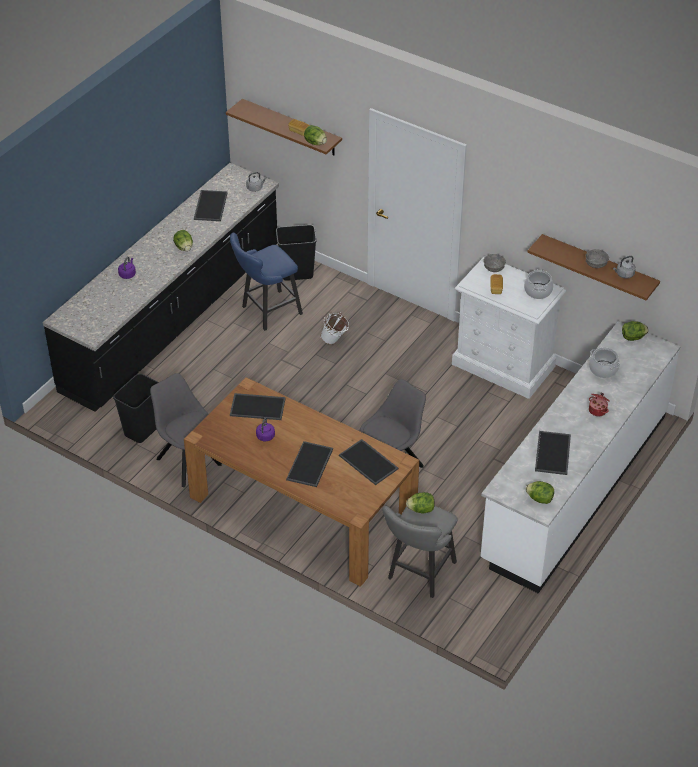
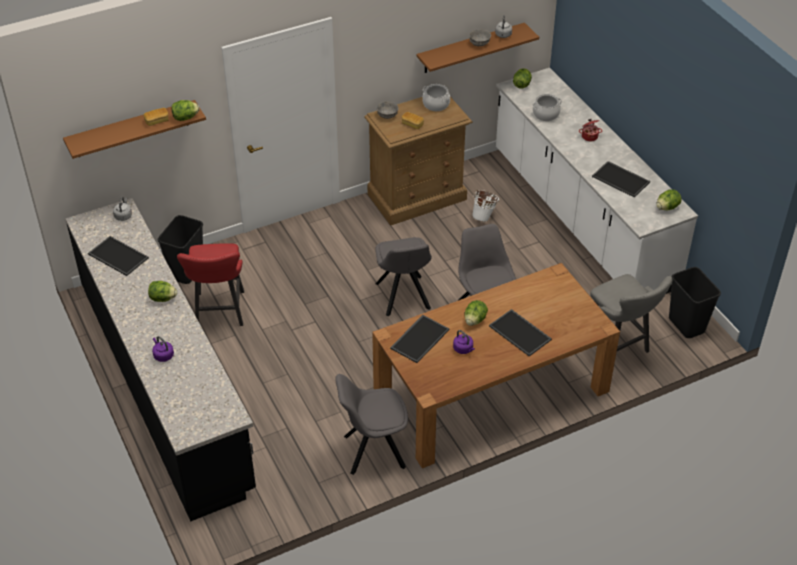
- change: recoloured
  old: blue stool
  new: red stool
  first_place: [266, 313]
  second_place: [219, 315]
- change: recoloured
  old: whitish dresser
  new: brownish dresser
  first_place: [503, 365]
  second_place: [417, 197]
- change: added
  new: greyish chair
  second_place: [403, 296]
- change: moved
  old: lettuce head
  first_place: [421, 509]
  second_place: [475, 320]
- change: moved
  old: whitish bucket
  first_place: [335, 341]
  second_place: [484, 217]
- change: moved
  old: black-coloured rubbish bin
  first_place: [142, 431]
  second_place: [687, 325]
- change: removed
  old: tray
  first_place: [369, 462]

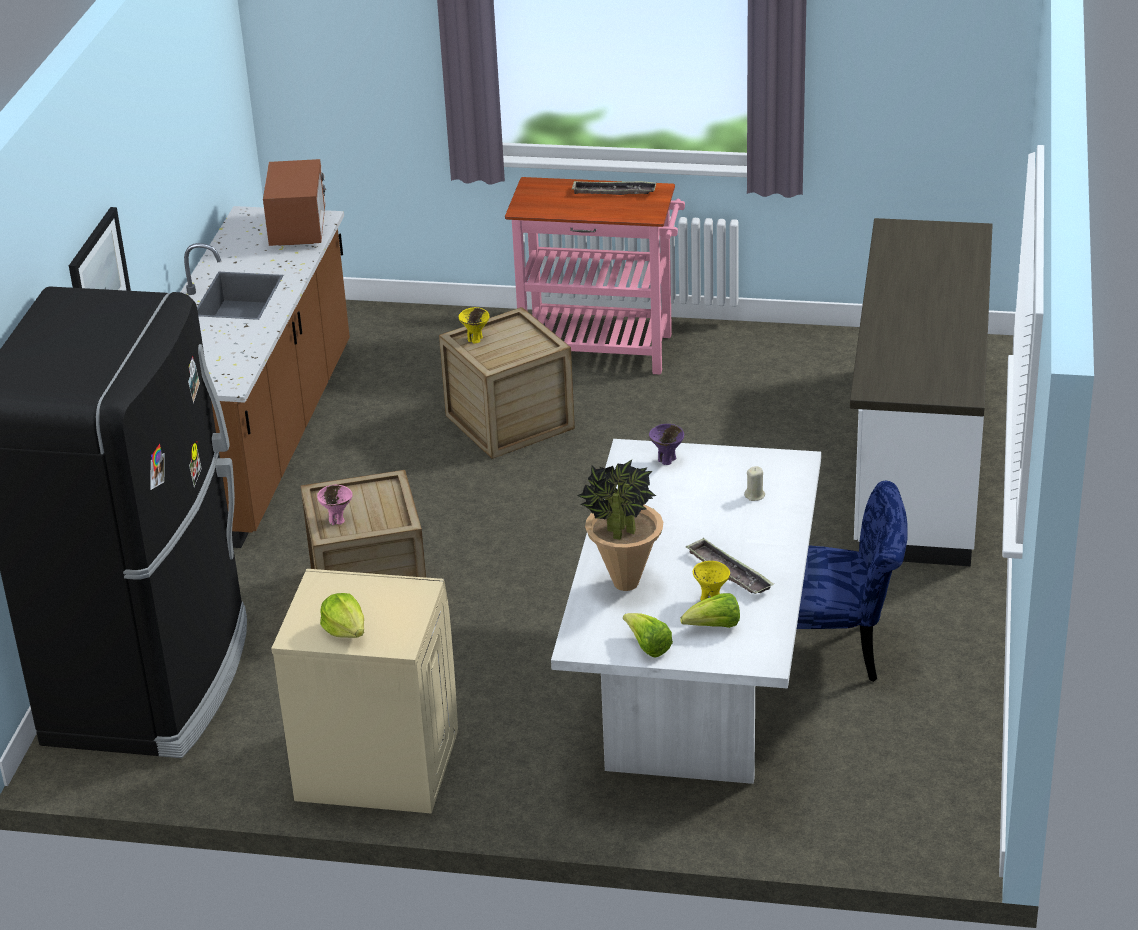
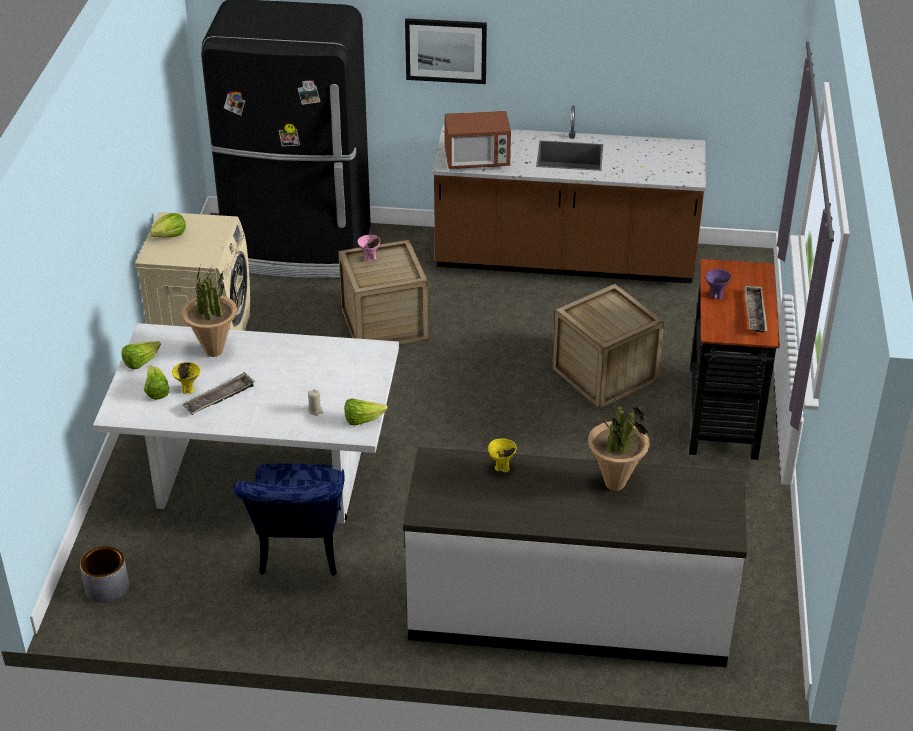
- change: added
  new: greyish plant pot
  second_place: [107, 588]
- change: added
  new: lettuce head
  second_place: [362, 420]
- change: moved
  old: microwave oven
  first_place: [298, 230]
  second_place: [477, 160]
- change: moved
  old: yellow-coloured deep dish
  first_place: [475, 339]
  second_place: [501, 468]
- change: added
  new: houseplant
  second_place: [615, 484]
- change: recoloured
  old: pink-coloured trolley
  new: black-coloured trolley
  first_place: [600, 350]
  second_place: [722, 419]
- change: moved
  old: purple-coloured deep dish
  first_place: [667, 460]
  second_place: [716, 295]

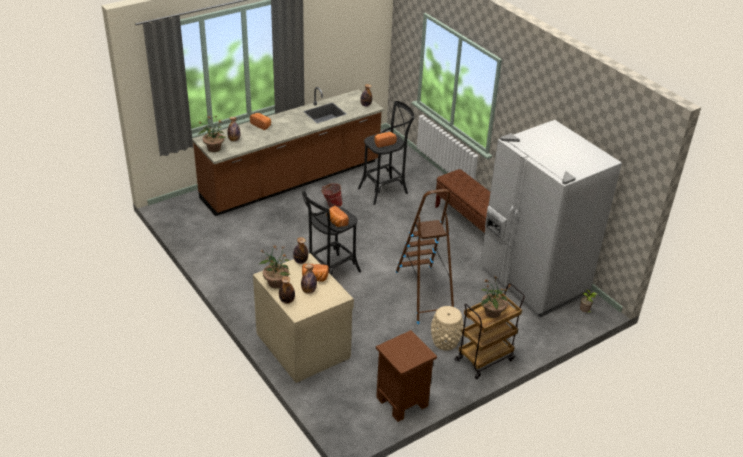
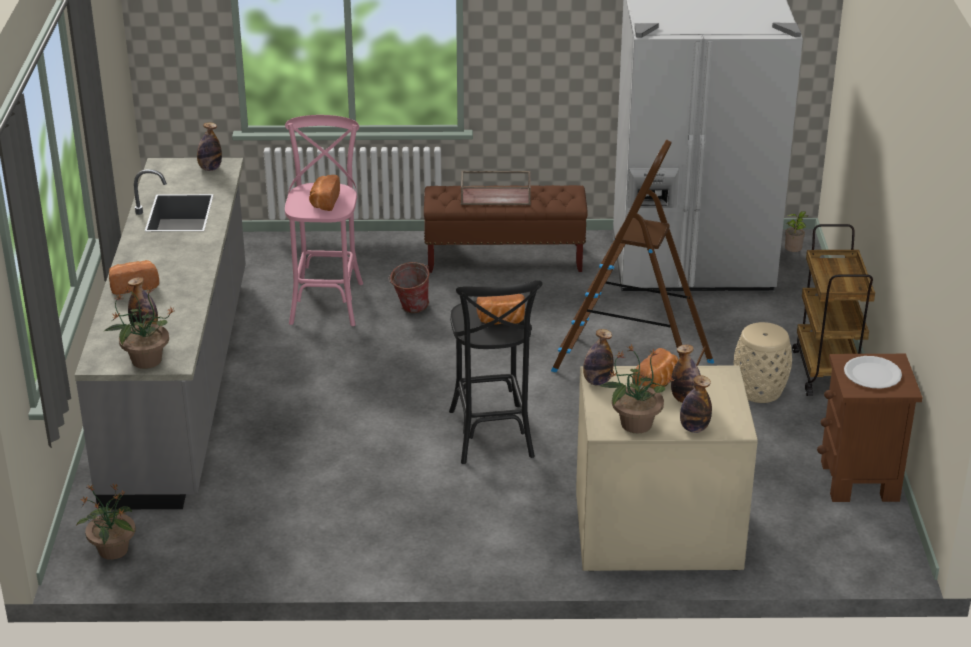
- change: recoloured
  old: brownish kitchen counter
  new: greyish kitchen counter
  first_place: [292, 181]
  second_place: [182, 383]
- change: moved
  old: houseplant
  first_place: [492, 313]
  second_place: [113, 551]
- change: recoloured
  old: black-coloured stool
  new: pink-coloured stool
  first_place: [385, 190]
  second_place: [328, 300]
- change: moved
  old: bucket
  first_place: [331, 205]
  second_place: [410, 309]
- change: added
  new: brownish tray
  second_place: [496, 196]
- change: added
  new: whitish flat dish
  second_place: [872, 374]

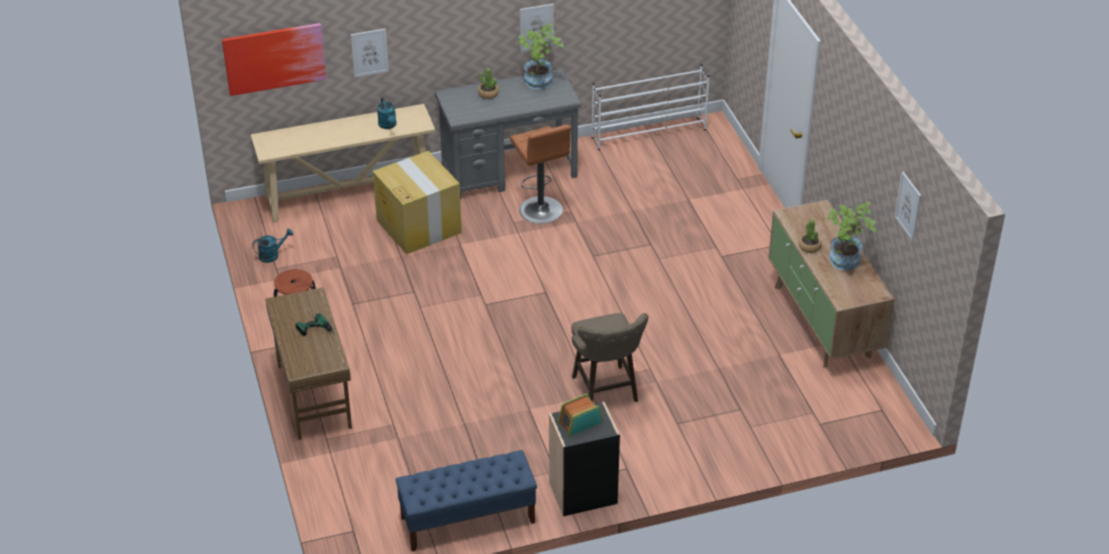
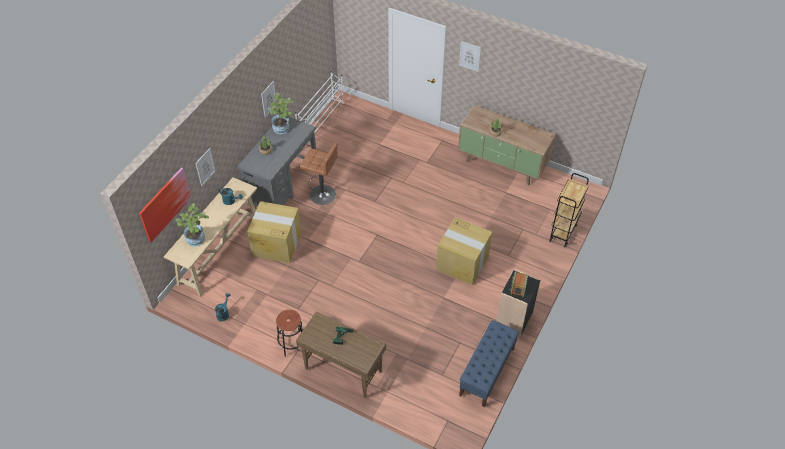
- change: moved
  old: houseplant
  first_place: [845, 264]
  second_place: [197, 241]
- change: replaced
  old: beige-coloured stool
  new: cardboard box
  first_place: [606, 391]
  second_place: [463, 263]
- change: moved
  old: wall picture
  first_place: [908, 206]
  second_place: [470, 56]
- change: added
  new: brownish trolley
  second_place: [563, 233]

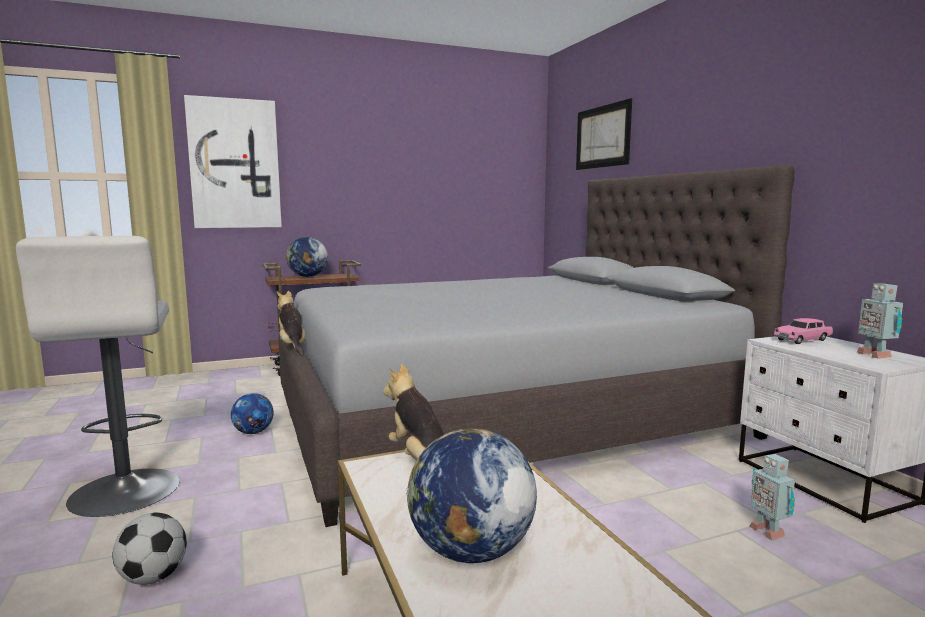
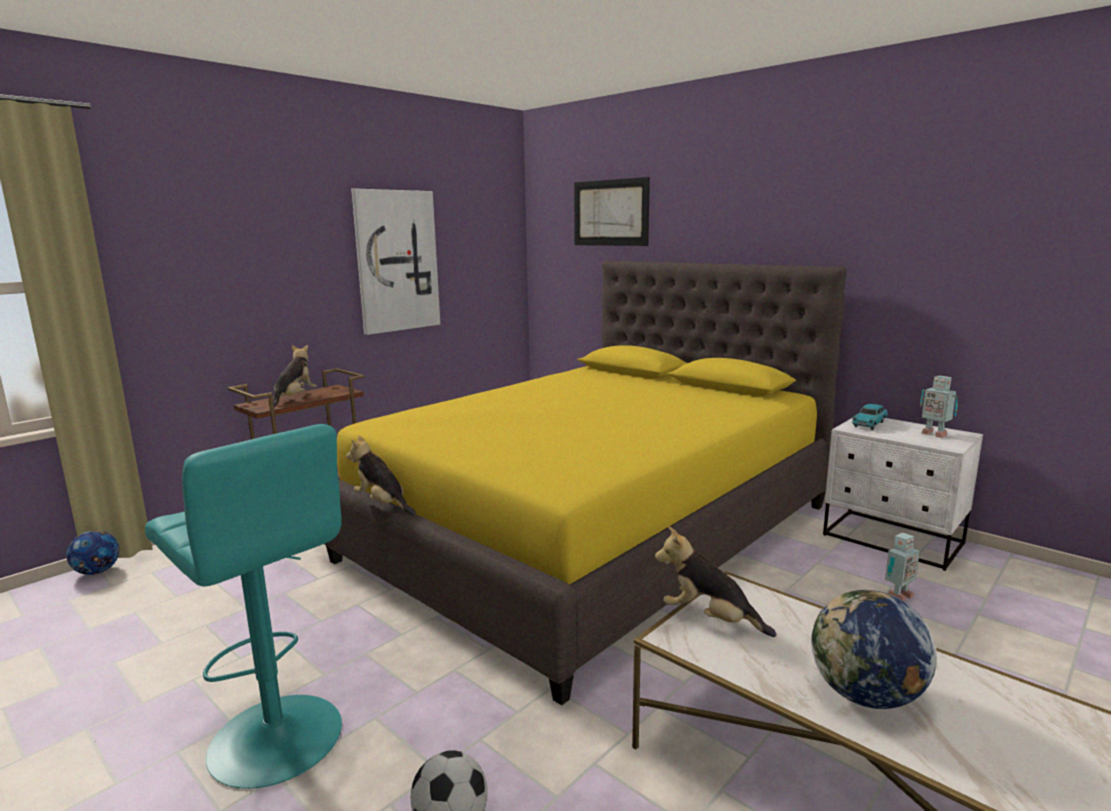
- change: moved
  old: ball for football
  first_place: [253, 432]
  second_place: [97, 572]
- change: recoloured
  old: whitish stool
  new: turquoise stool
  first_place: [123, 492]
  second_place: [275, 740]
- change: replaced
  old: desk globe
  new: soft toy
  first_place: [307, 276]
  second_place: [295, 398]
- change: recoloured
  old: greyish bed
  new: yellow-coloured bed
  first_place: [505, 417]
  second_place: [595, 532]
- change: moved
  old: wall picture
  first_place: [235, 164]
  second_place: [396, 261]
- change: recoloured
  old: pink-coloured miniature car
  new: turquoise miniature car
  first_place: [802, 340]
  second_place: [869, 424]
- change: turned
  old: toy robot
  first_place: [768, 531]
  second_place: [897, 596]
  degrees: -75

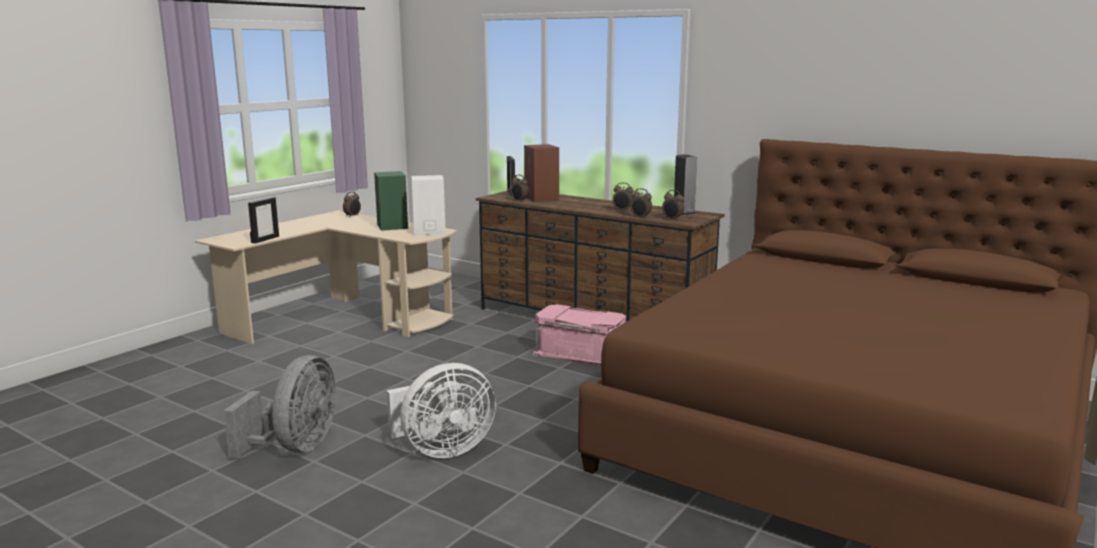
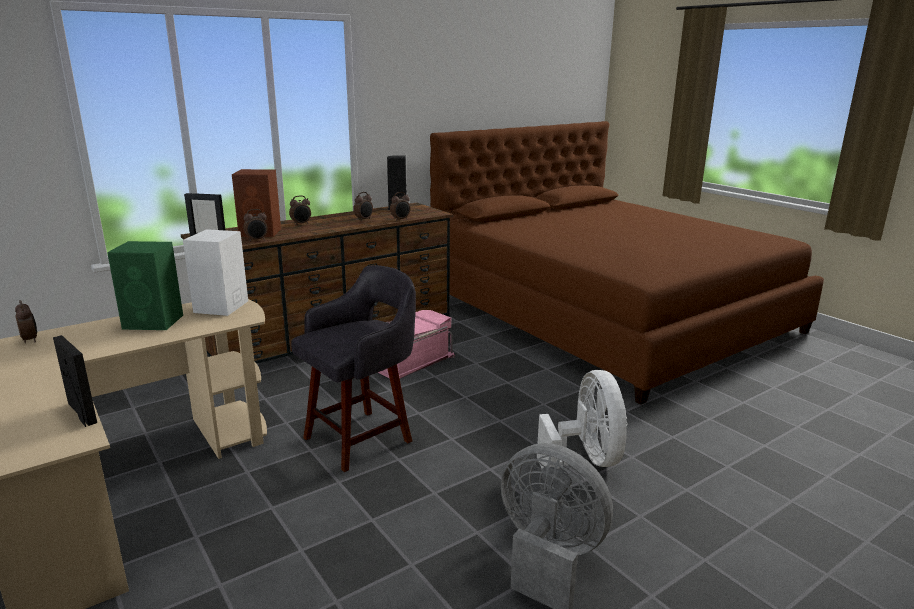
- change: moved
  old: table clock
  first_place: [672, 219]
  second_place: [301, 224]
- change: added
  new: greyish stool
  second_place: [362, 438]

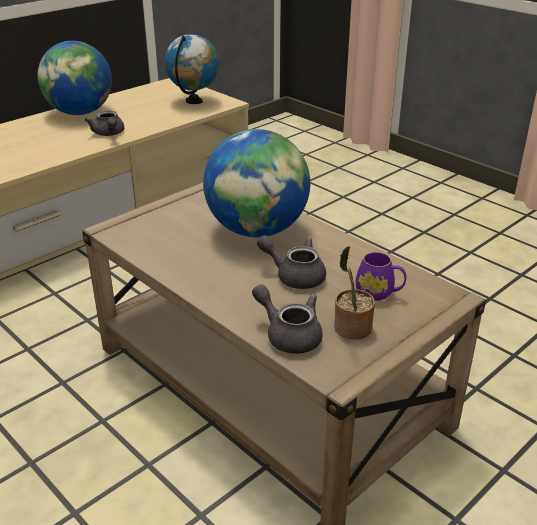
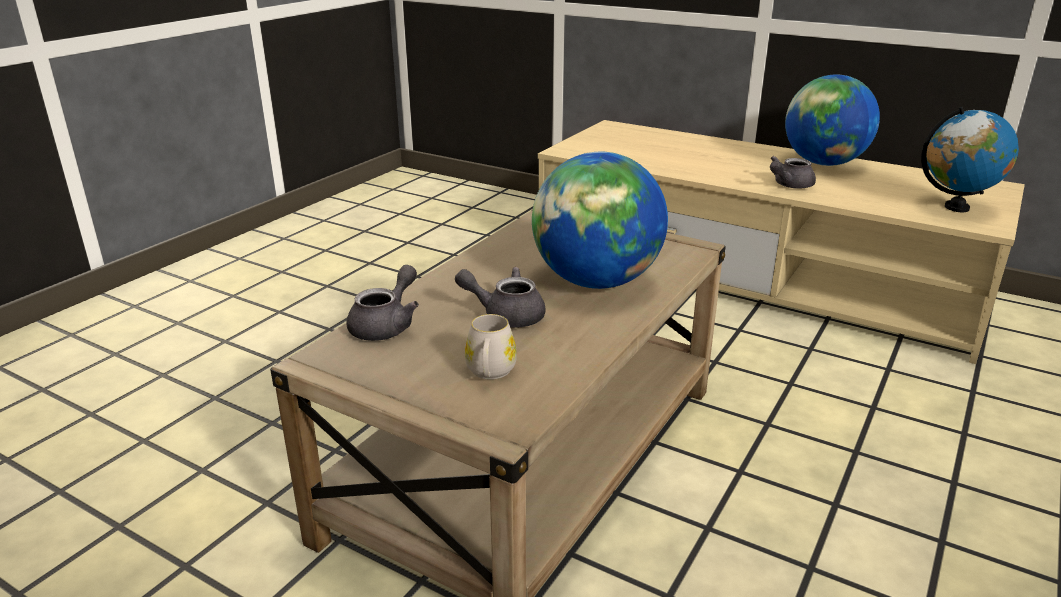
- change: turned
  old: greyish tea pot
  first_place: [294, 275]
  second_place: [506, 315]
  degrees: -90
- change: recoloured
  old: purple-coloured mug
  new: whitish mug
  first_place: [379, 293]
  second_place: [490, 373]
- change: removed
  old: houseplant
  first_place: [351, 329]

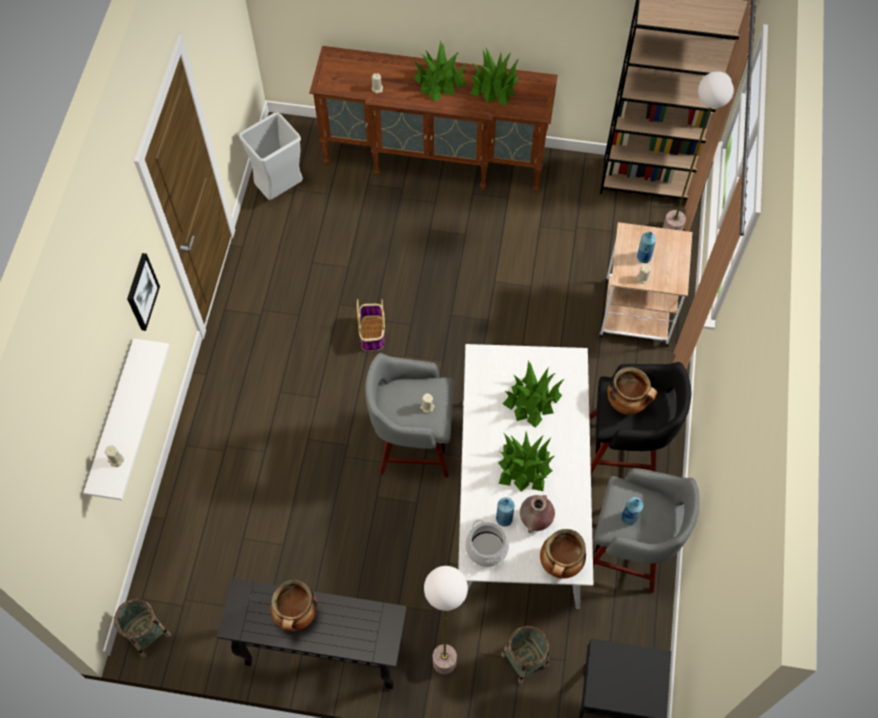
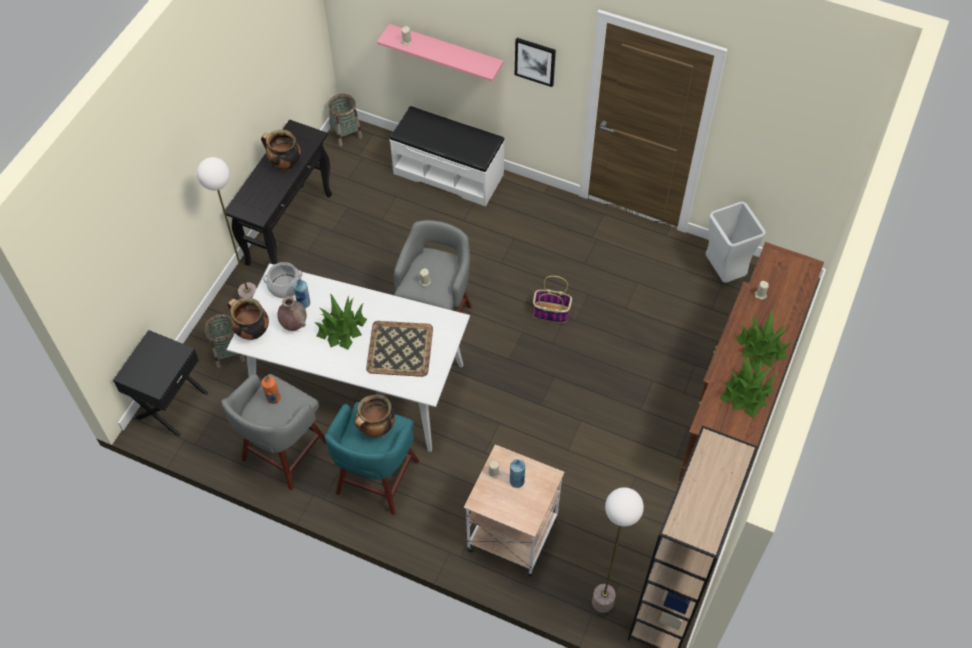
- change: recoloured
  old: blue beverage bottle
  new: orange beverage bottle
  first_place: [629, 518]
  second_place: [273, 398]
- change: recoloured
  old: black-coloured stool
  new: turquoise stool
  first_place: [625, 448]
  second_place: [376, 479]
- change: replaced
  old: houseplant
  new: tray
  first_place: [532, 400]
  second_place: [399, 349]
- change: recoloured
  old: whitish wall shelf
  new: pink-coloured wall shelf
  first_place: [114, 421]
  second_place: [446, 52]
- change: added
  new: whitish bench
  second_place: [448, 173]

